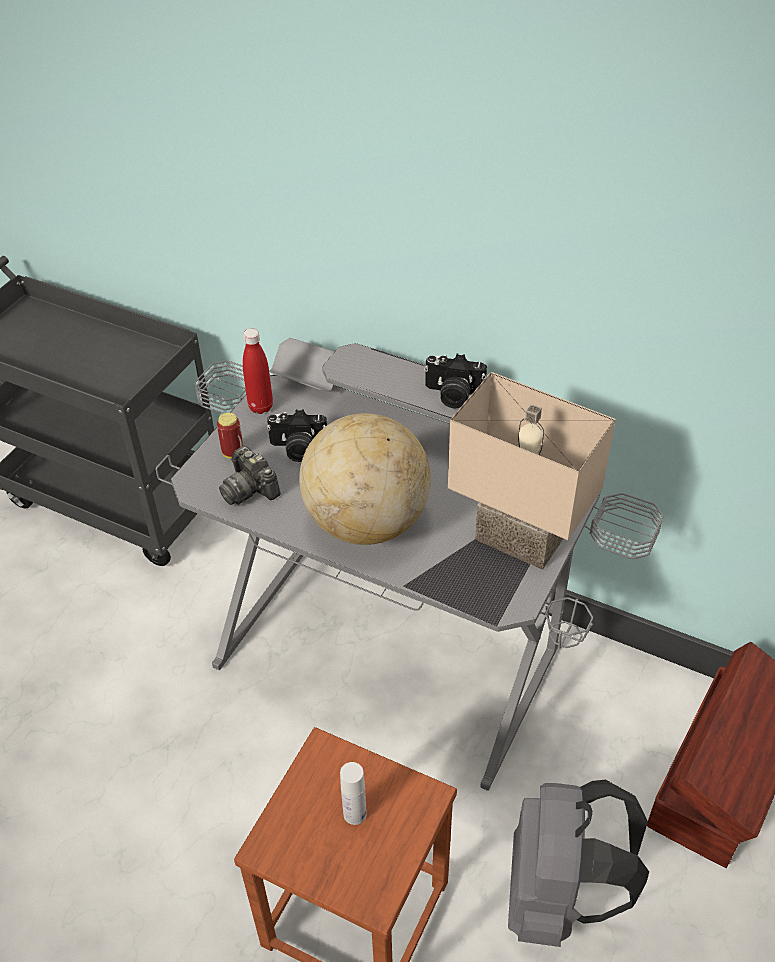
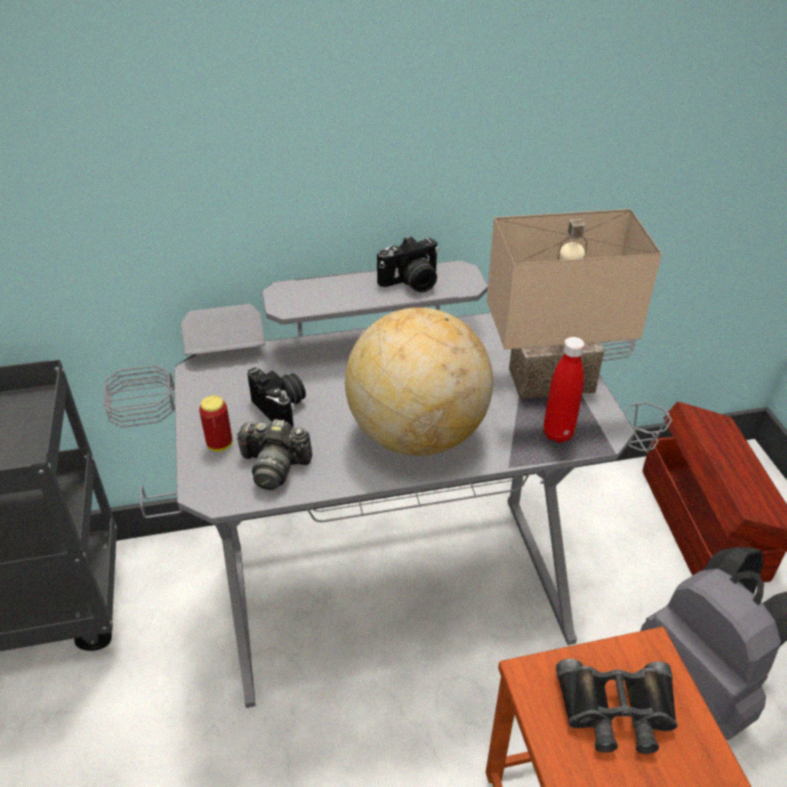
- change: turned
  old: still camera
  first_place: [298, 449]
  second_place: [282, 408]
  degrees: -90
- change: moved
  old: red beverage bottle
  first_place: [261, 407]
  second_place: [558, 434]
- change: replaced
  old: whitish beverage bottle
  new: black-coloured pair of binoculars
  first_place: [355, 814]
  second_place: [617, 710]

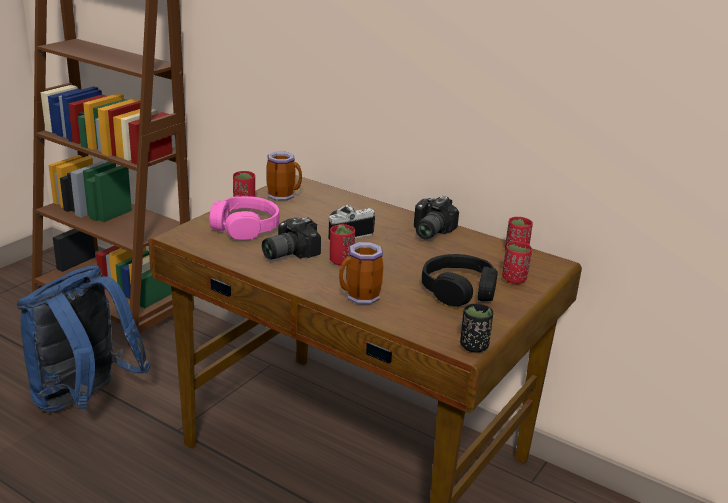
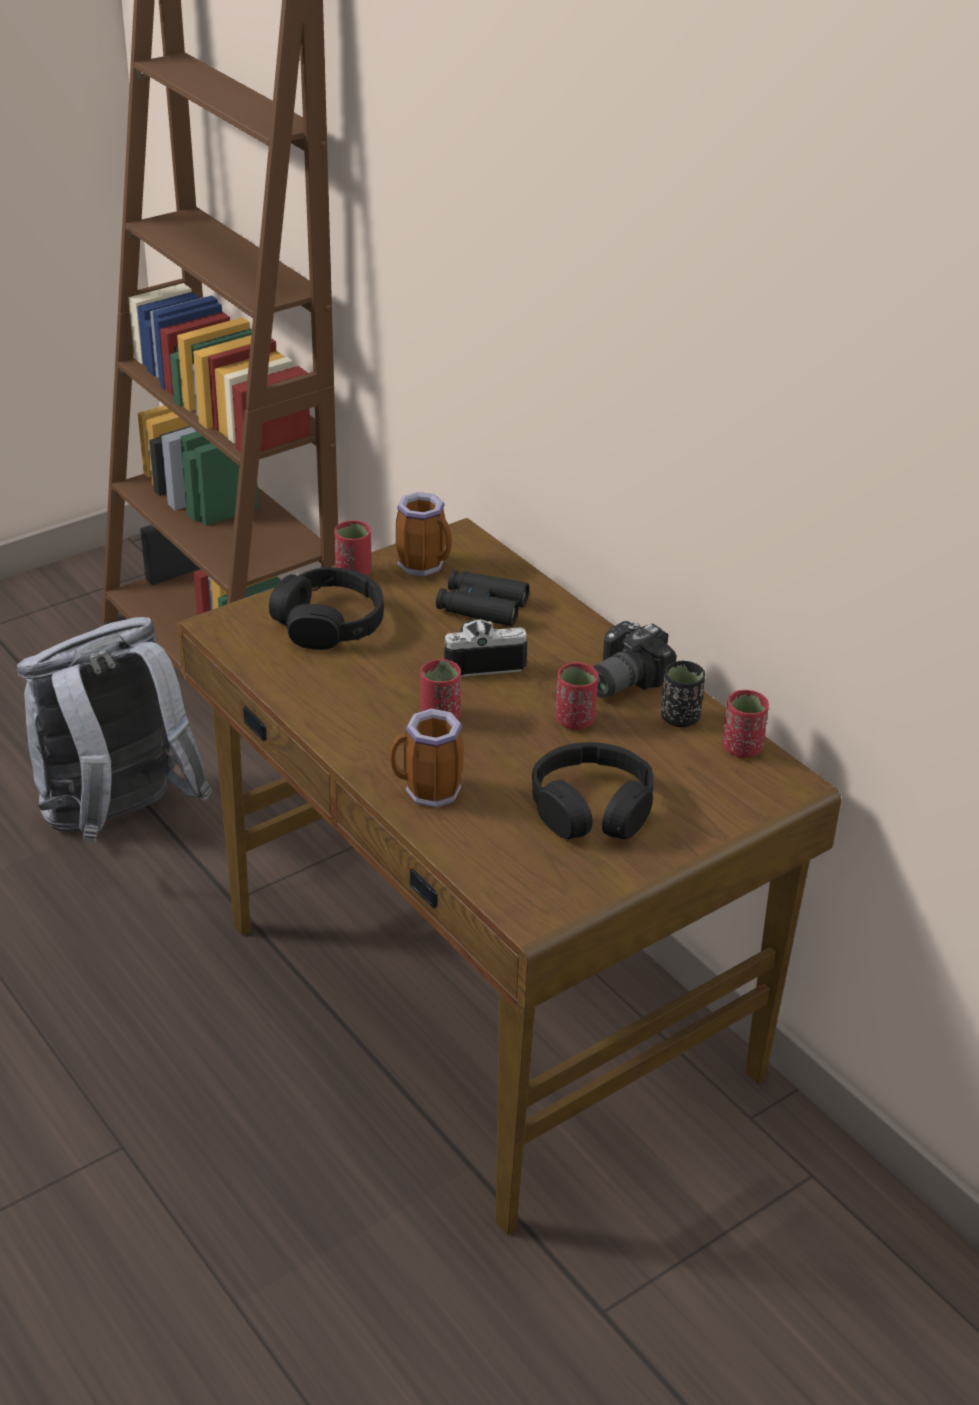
- change: recoloured
  old: blue backpack
  new: greyish backpack
  first_place: [84, 401]
  second_place: [117, 821]
- change: recoloured
  old: pink-coloured headset
  new: black-coloured headset
  first_place: [245, 227]
  second_place: [329, 623]
- change: added
  new: black-coloured pair of binoculars
  second_place: [481, 607]
- change: moved
  old: red small cup
  first_place: [514, 279]
  second_place: [574, 720]
- change: moved
  old: black-coloured small cup
  first_place: [474, 346]
  second_place: [680, 718]
- change: removed
  old: still camera
  first_place: [286, 252]

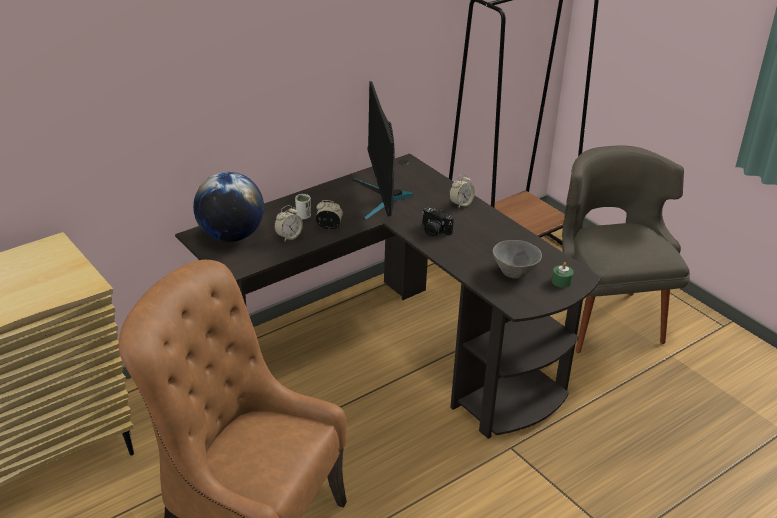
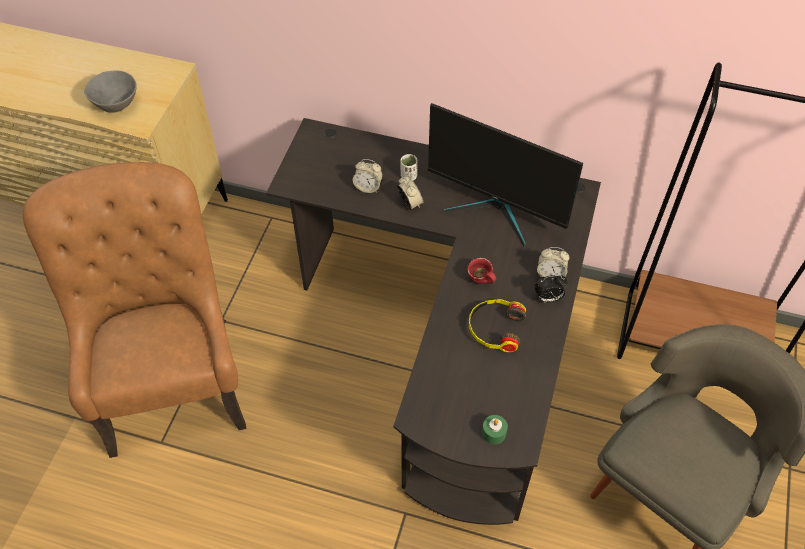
- change: moved
  old: greyish deep dish
  first_place: [516, 272]
  second_place: [117, 105]
- change: turned
  old: computer screen
  first_place: [381, 198]
  second_place: [496, 209]
  degrees: -105
- change: replaced
  old: still camera
  new: red mug
  first_place: [434, 231]
  second_place: [480, 281]
- change: added
  new: headset
  second_place: [495, 328]
- change: added
  new: table clock
  second_place: [548, 298]
- change: removed
  old: desk globe
  first_place: [231, 236]

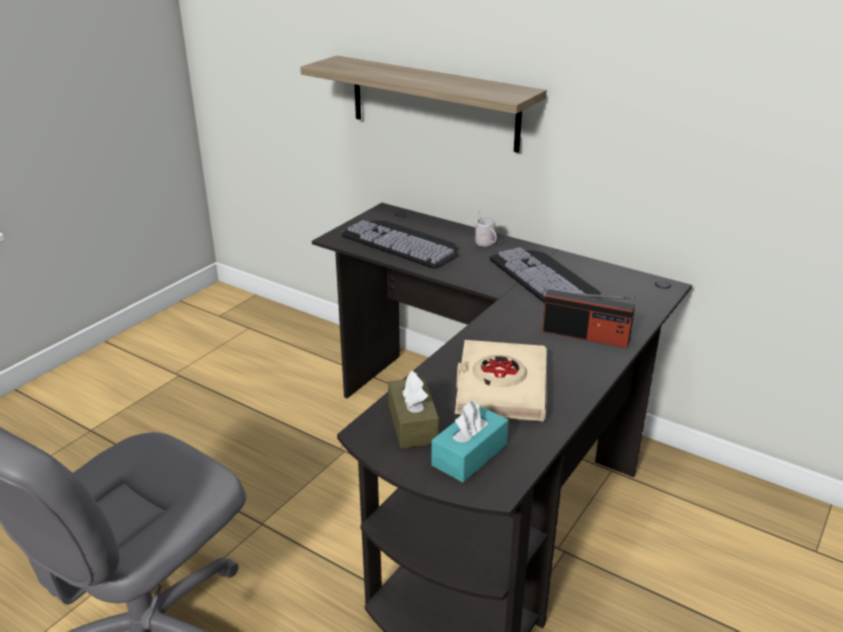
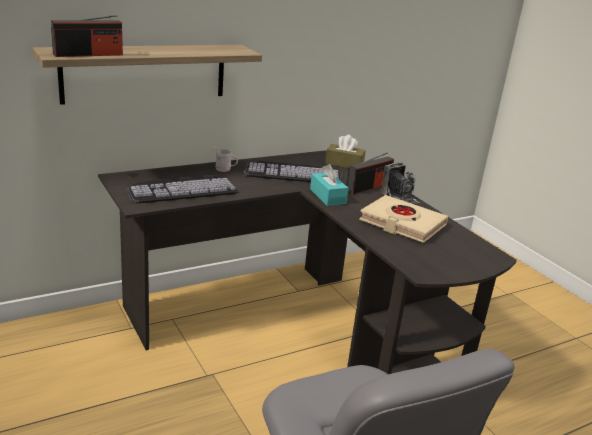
- change: added
  new: radio
  second_place: [88, 54]
- change: moved
  old: turquoise tissue holder
  first_place: [469, 455]
  second_place: [327, 196]
- change: moved
  old: brownish tissue holder
  first_place: [412, 424]
  second_place: [344, 164]
- change: added
  new: still camera
  second_place: [400, 197]

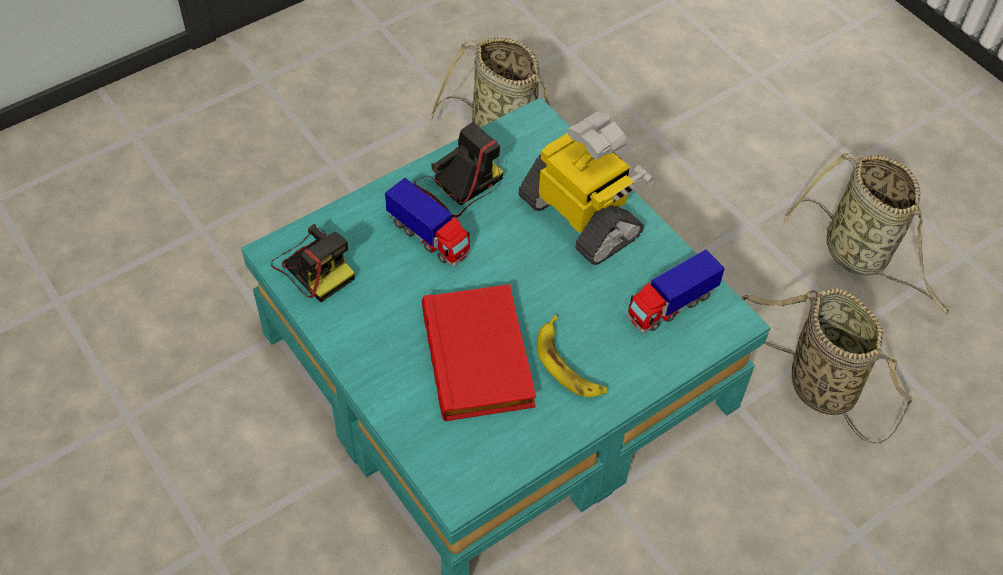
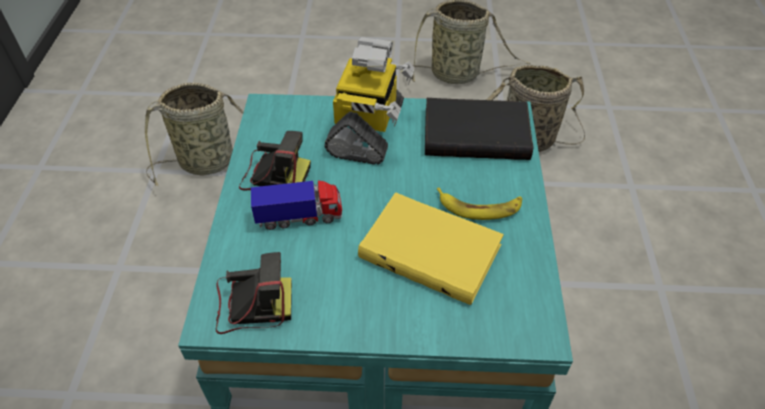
- change: turned
  old: still camera
  first_place: [459, 186]
  second_place: [273, 174]
  degrees: 105
- change: turned
  old: toy robot
  first_place: [582, 218]
  second_place: [368, 131]
  degrees: 105
- change: recoloured
  old: red book
  new: yellow-coloured book
  first_place: [481, 357]
  second_place: [432, 250]
- change: replaced
  old: toy lorry
  new: black-coloured book
  first_place: [671, 306]
  second_place: [476, 132]

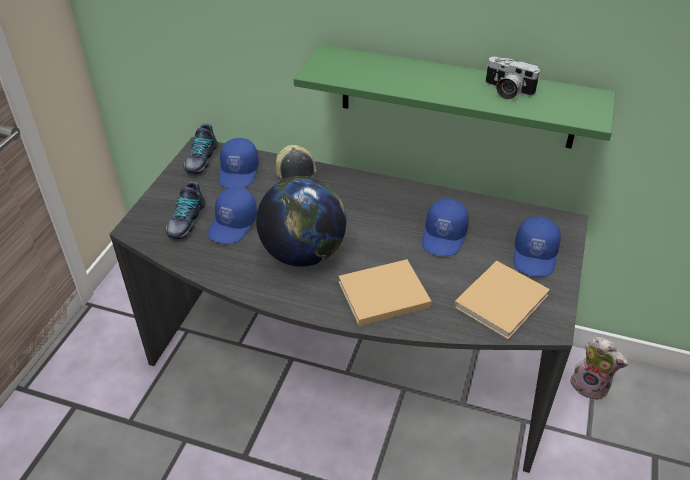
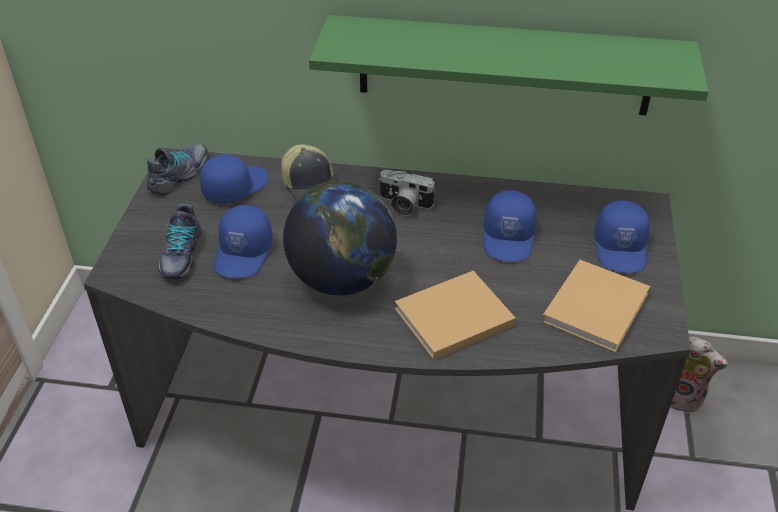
- change: turned
  old: shoe
  first_place: [200, 159]
  second_place: [180, 175]
  degrees: -150
- change: turned
  old: blue peaked cap
  first_place: [239, 173]
  second_place: [234, 187]
  degrees: -135
- change: moved
  old: still camera
  first_place: [507, 91]
  second_place: [403, 205]

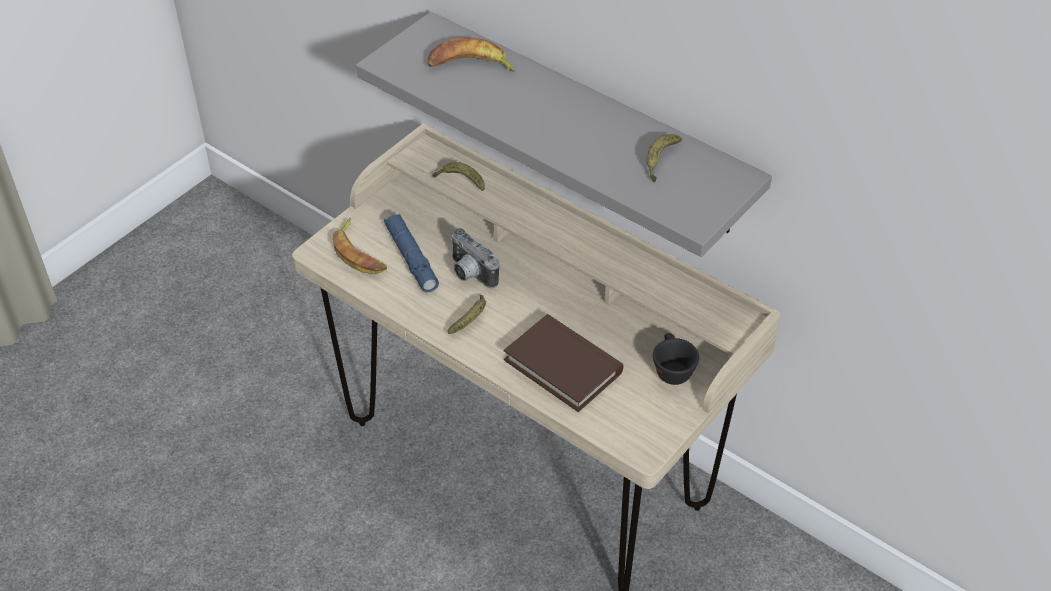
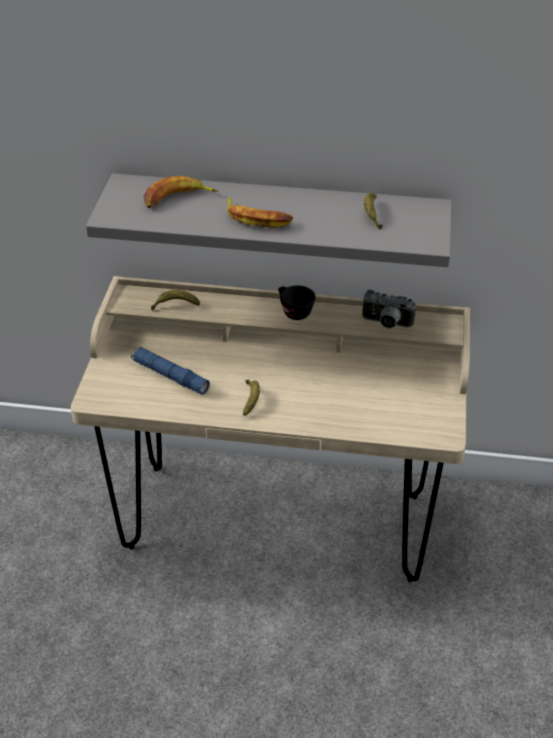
- change: moved
  old: banana fruit
  first_place: [359, 253]
  second_place: [257, 218]
- change: moved
  old: black-coloured small cup
  first_place: [671, 369]
  second_place: [293, 311]
- change: moved
  old: still camera
  first_place: [469, 274]
  second_place: [386, 324]
- change: removed
  old: brownish book
  first_place: [563, 366]

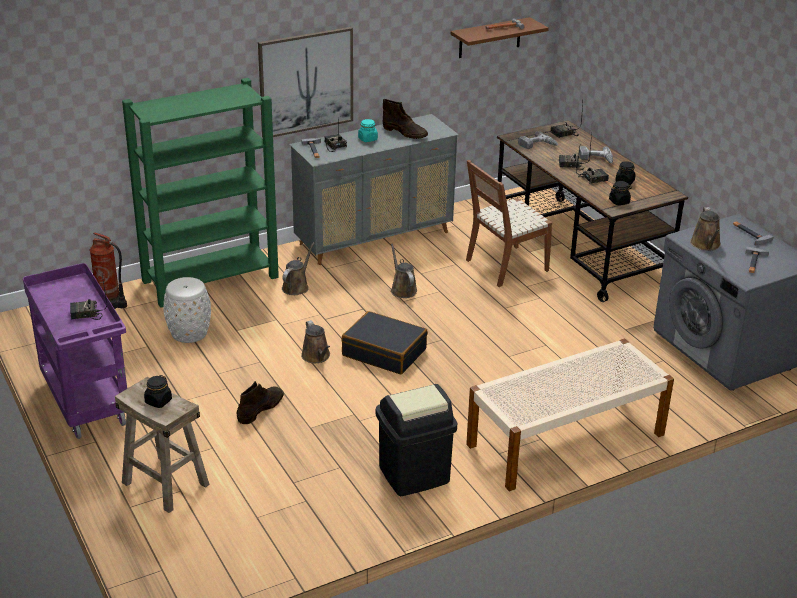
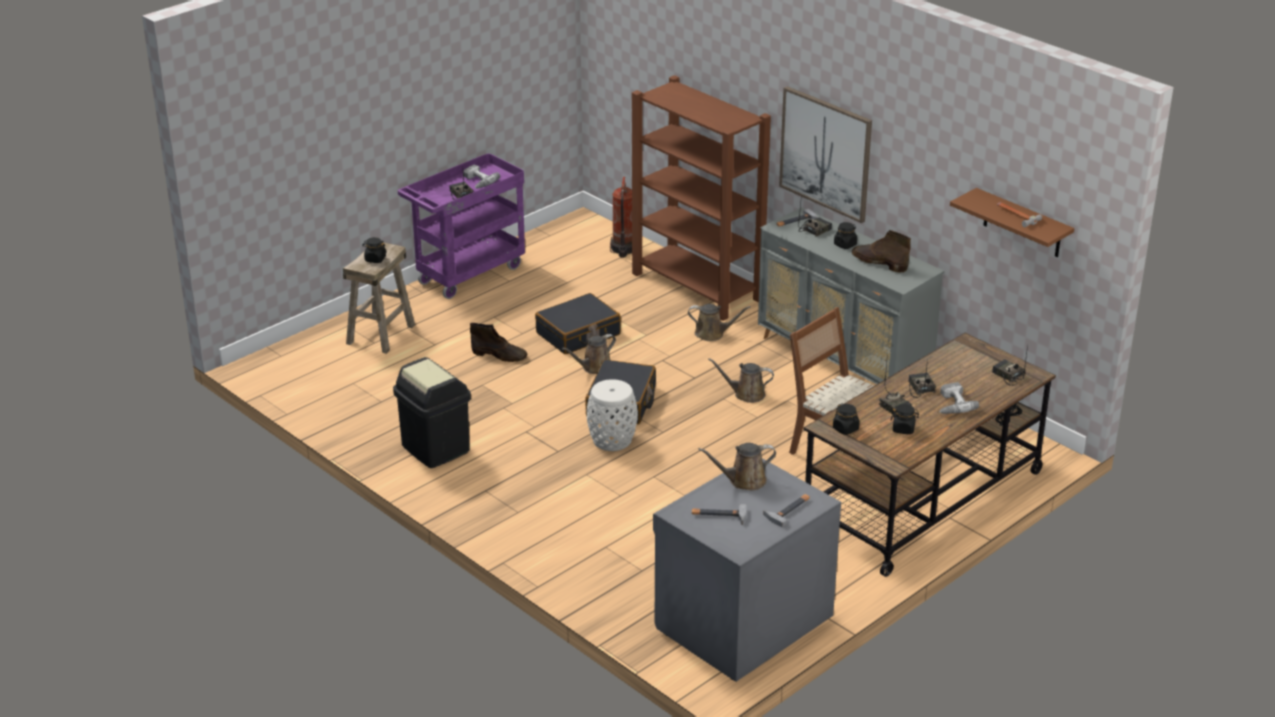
- change: moved
  old: electric drill
  first_place: [537, 145]
  second_place: [477, 181]
- change: added
  new: black-coloured travel case
  second_place: [578, 334]
- change: moved
  old: whitish stool
  first_place: [189, 333]
  second_place: [612, 440]
- change: recoloured
  old: greenish shelving unit
  new: brownish shelving unit
  first_place: [210, 279]
  second_place: [697, 286]
- change: turned
  old: brownish watering can
  first_place: [402, 289]
  second_place: [746, 394]
  degrees: -135
- change: recoloured
  old: turquoise storage jar
  new: black-coloured storage jar
  first_place: [367, 139]
  second_place: [845, 244]
- change: turned
  old: brownish tall boot
  first_place: [405, 132]
  second_place: [879, 262]
  degrees: 105
- change: removed
  old: beige-coloured bench
  first_place: [566, 440]

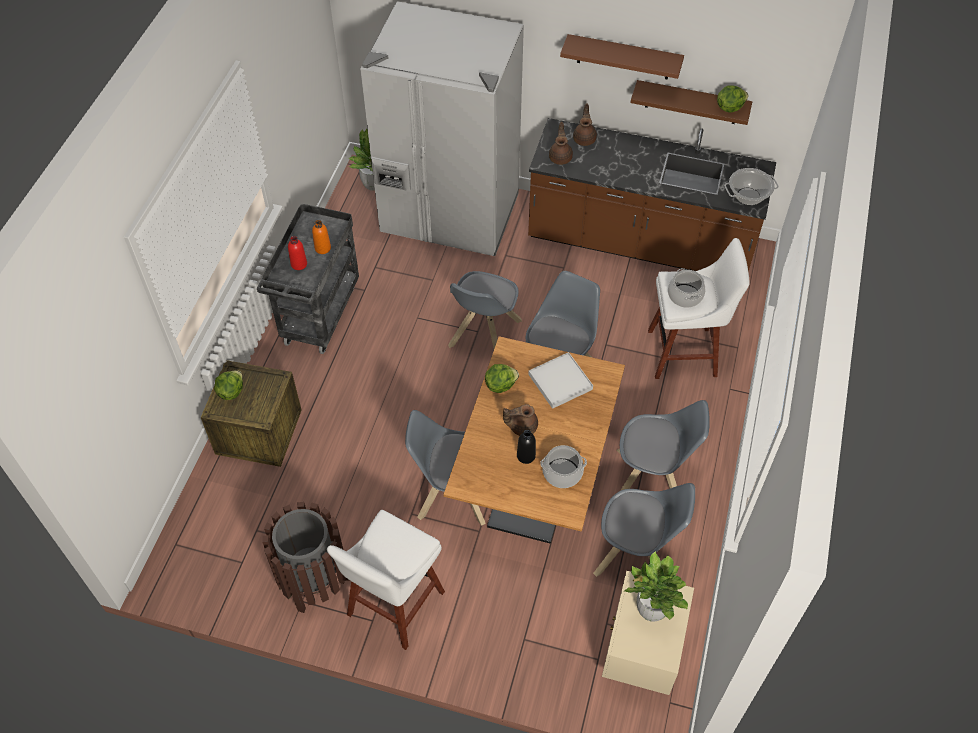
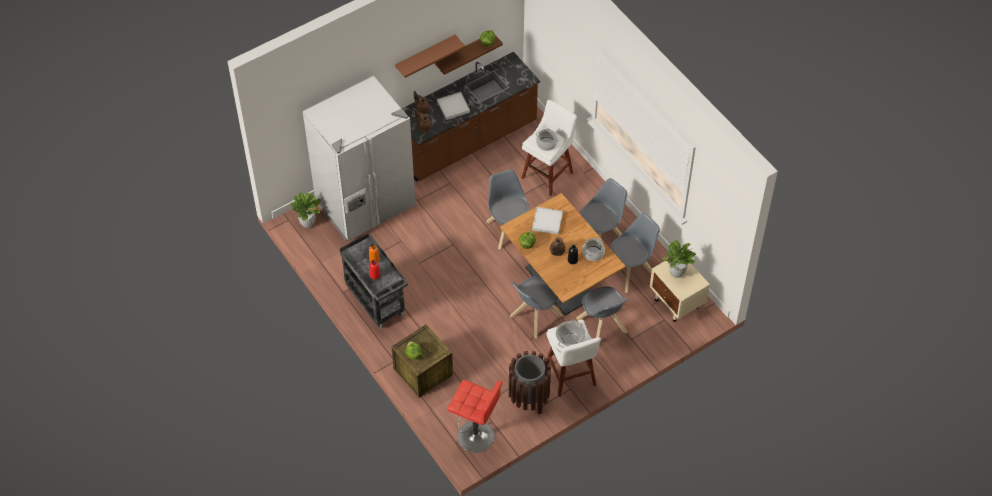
- change: added
  new: whitish tray
  second_place: [453, 107]
- change: added
  new: red stool
  second_place: [476, 437]
- change: moved
  old: saucepot
  first_place: [748, 196]
  second_place: [570, 339]
- change: moved
  old: greyish chair
  first_place: [484, 335]
  second_place: [602, 326]

